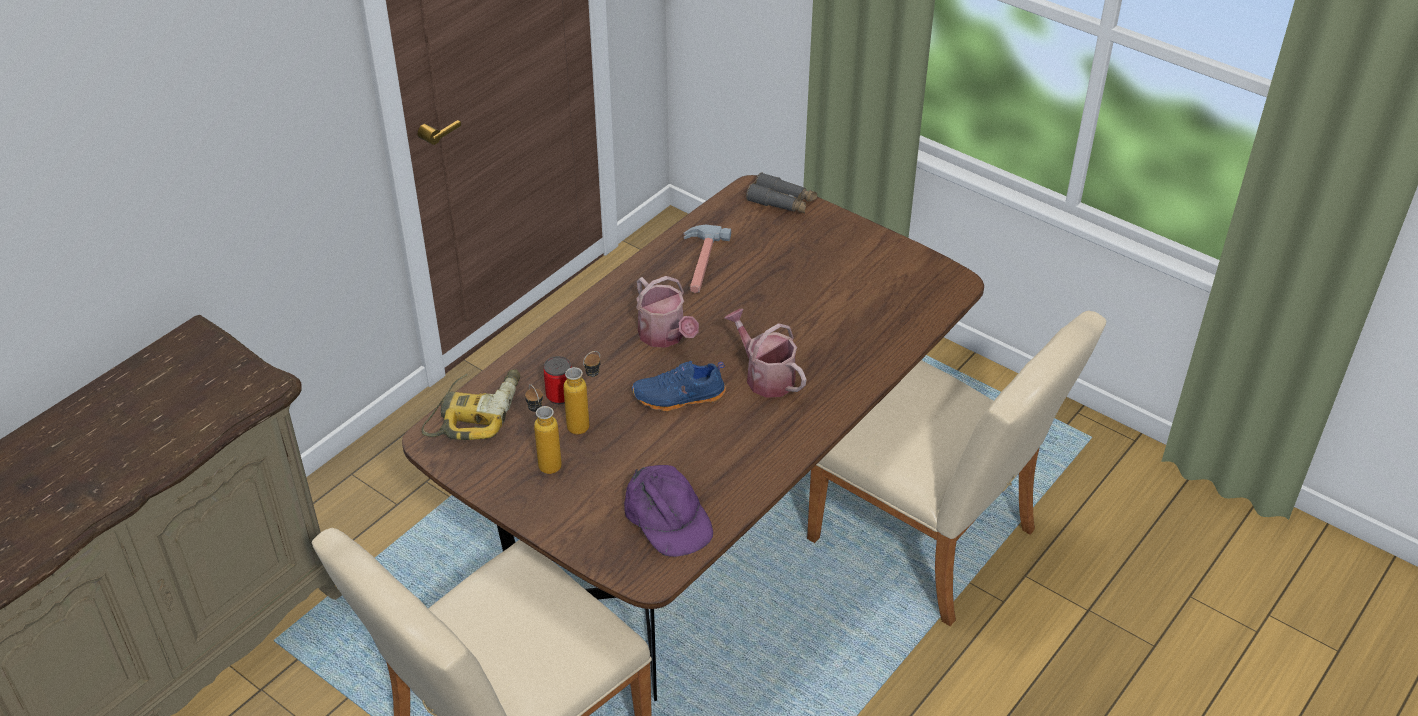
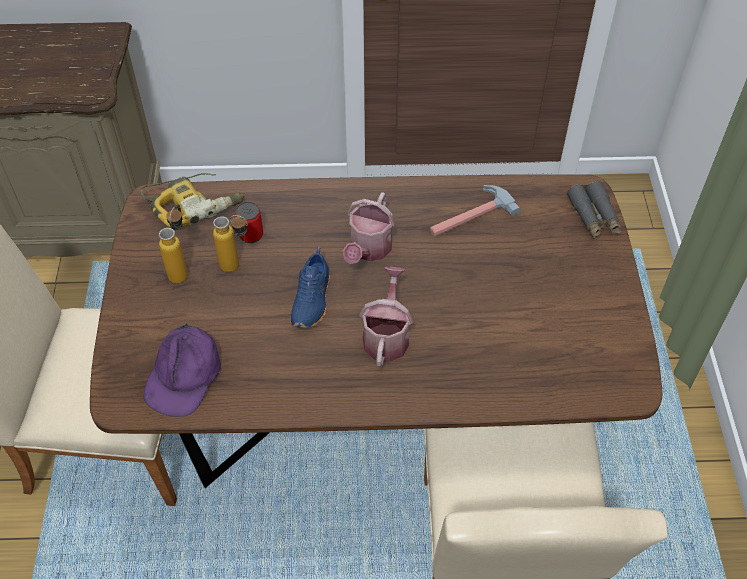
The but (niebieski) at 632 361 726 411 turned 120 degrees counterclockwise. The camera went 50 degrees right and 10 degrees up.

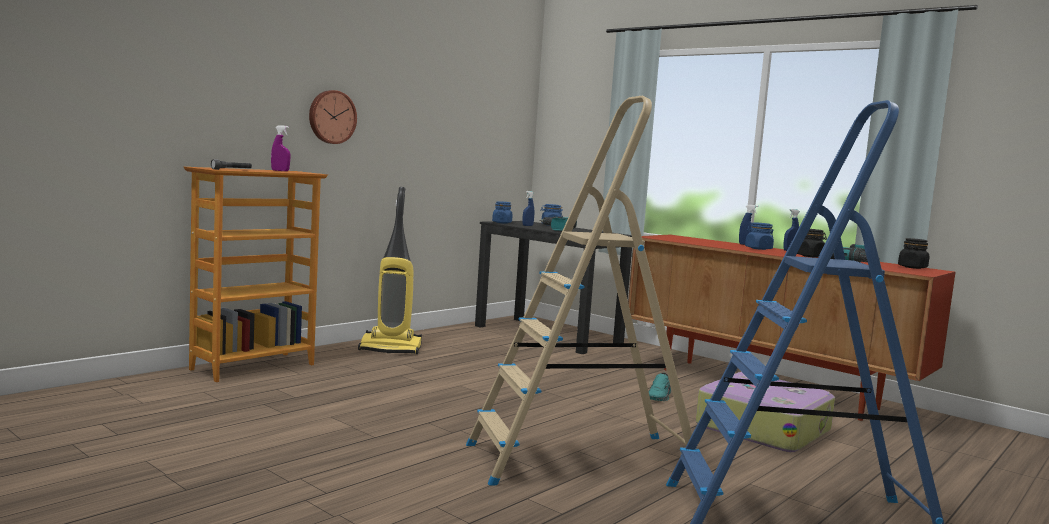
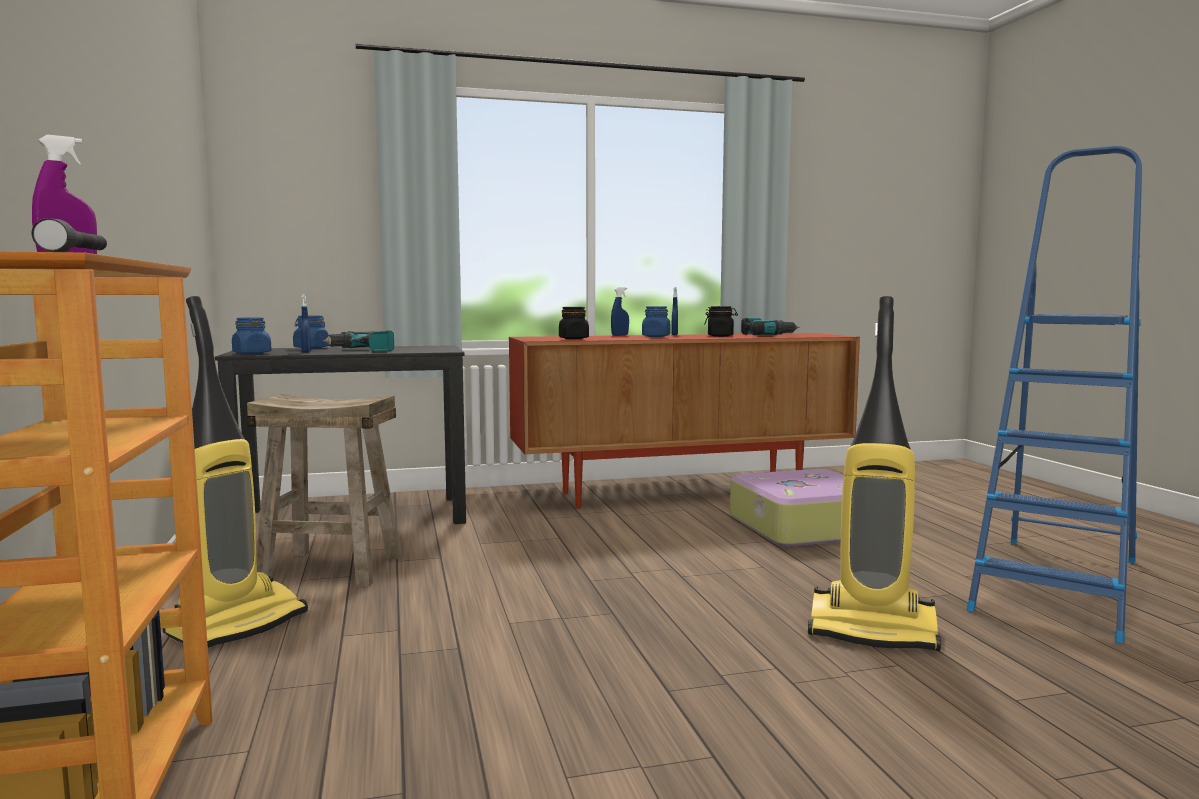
The zegar ścienny at 309 90 357 144 disappeared. The but (turkusowy) at 649 372 671 401 disappeared. The stołek (beżowy) at 247 394 401 587 appeared. The słoik (czarny) moved from 898 238 929 269 to 559 307 589 339. The drabinka (beżowy) at 466 96 692 486 was replaced by the odkurzacz at 808 296 941 651. The camera went 55 degrees left and 0 degrees up.

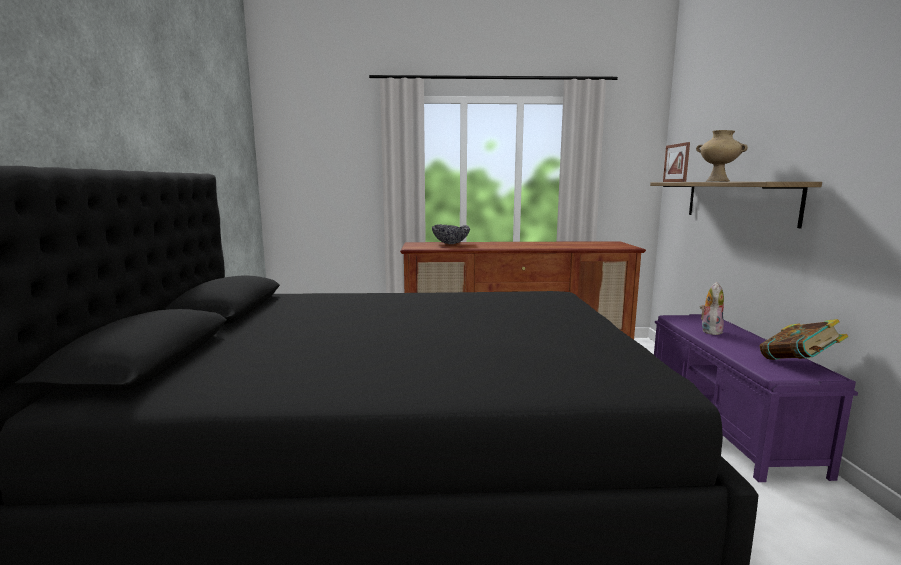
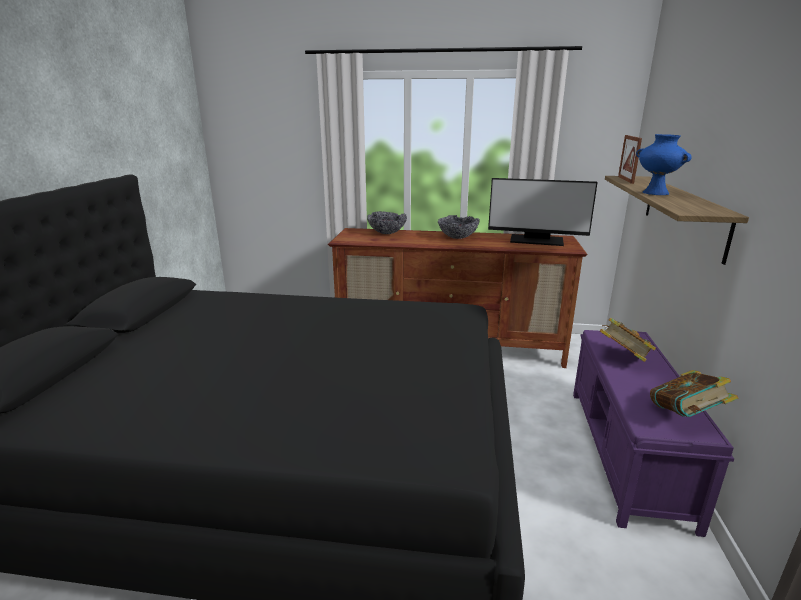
The miska at 438 215 480 239 appeared. The monitor at 488 178 598 246 appeared. The pluszak at 700 282 724 335 was replaced by the książka at 600 318 656 362. The wazon (beżowy) at 696 130 748 182 became the wazon (niebieski) at 636 134 692 195. The camera went 10 degrees right and 10 degrees up.

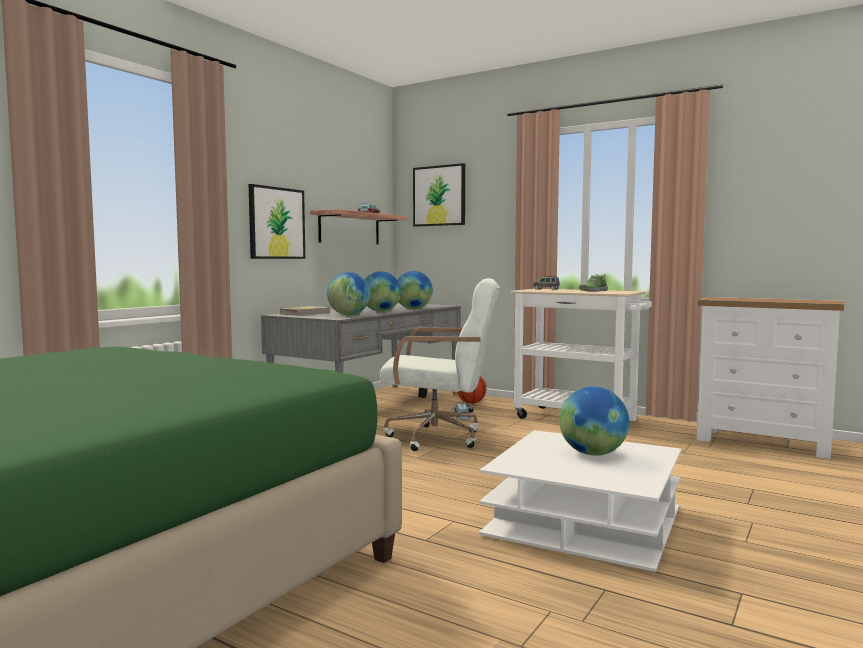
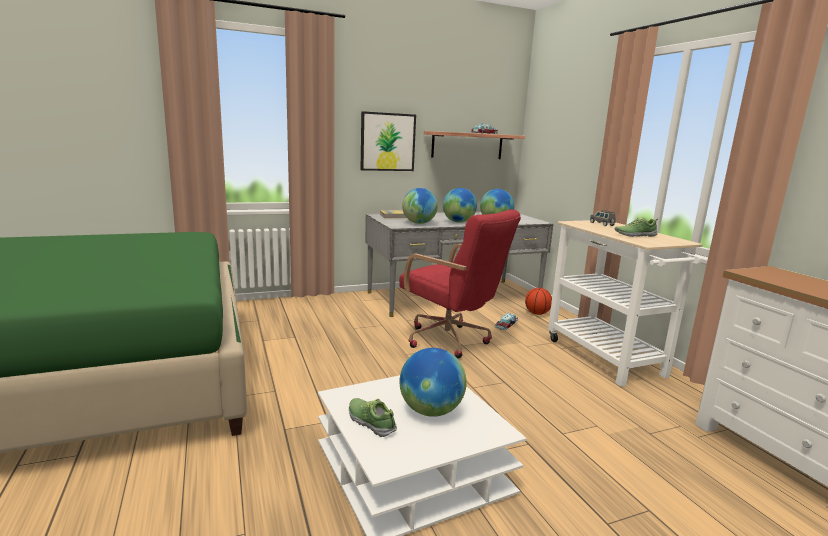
The obraz at 413 163 465 227 disappeared. The but at 349 398 397 437 appeared. The krzesło biurowe (biały) at 380 278 499 451 became the krzesło biurowe (czerwony) at 399 209 521 358. The camera went 35 degrees right and 10 degrees up.

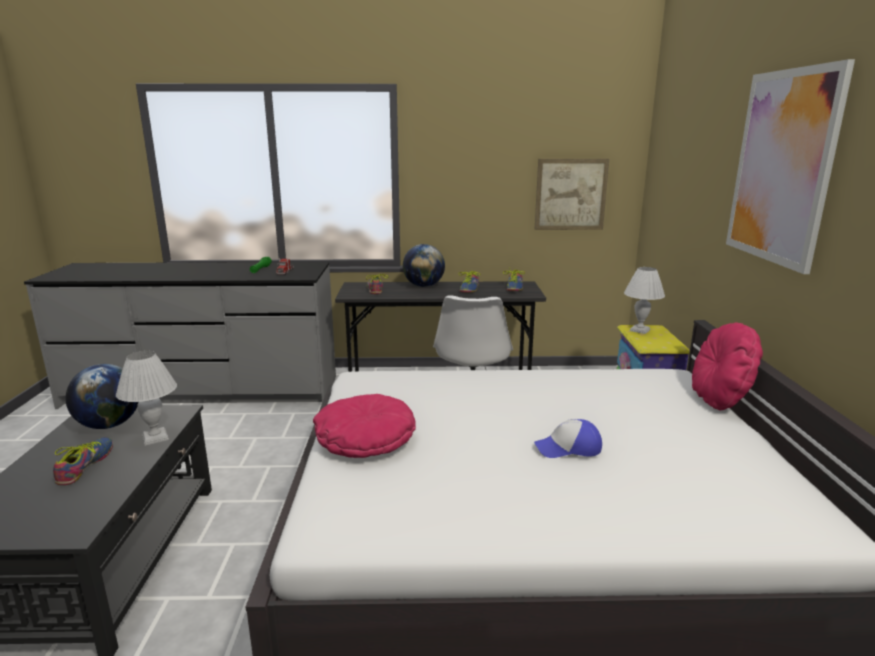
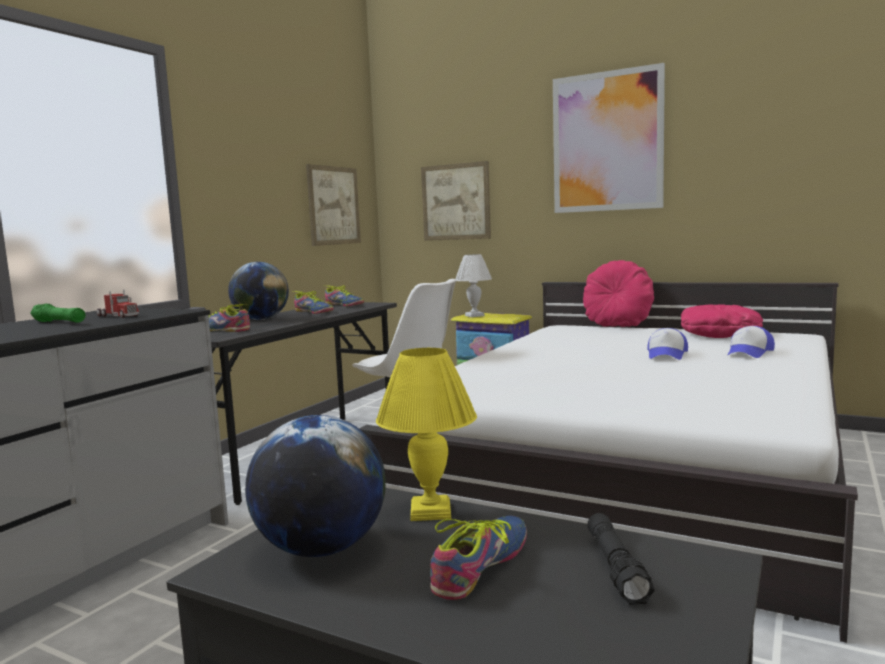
The obraz at 421 161 491 241 appeared. The latarka (czarny) at 588 513 655 605 appeared. The czapka z daszkiem at 728 326 775 358 appeared. The poduszka (różowy) moved from 313 394 416 458 to 681 304 763 338. The lampa stołowa (biały) at 116 351 177 446 became the lampa stołowa (żółty) at 376 348 477 521. The but at 53 437 113 485 turned 90 degrees clockwise. The camera went 60 degrees left and 10 degrees down.

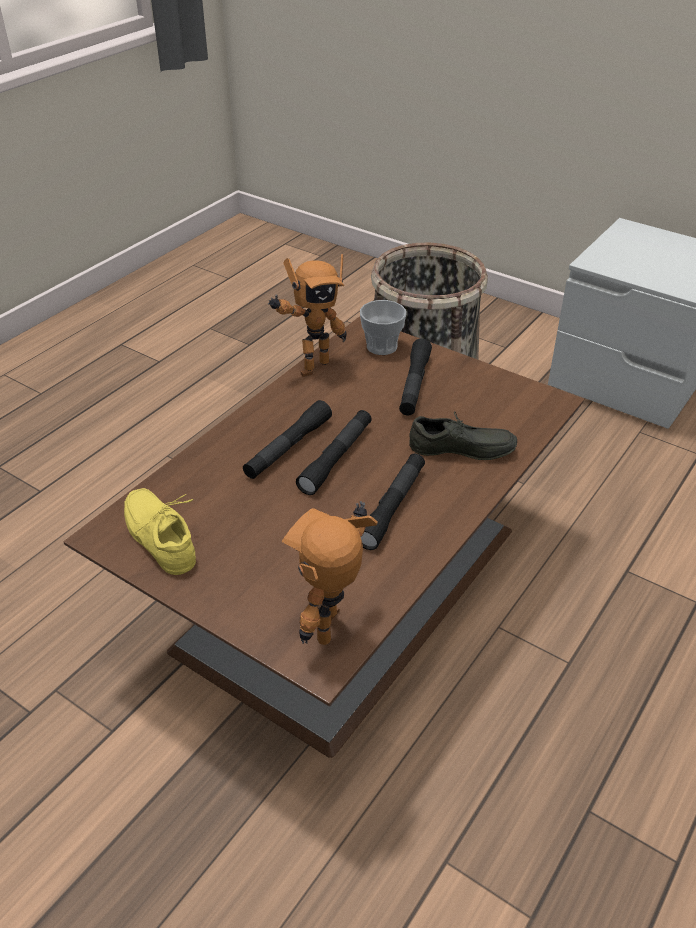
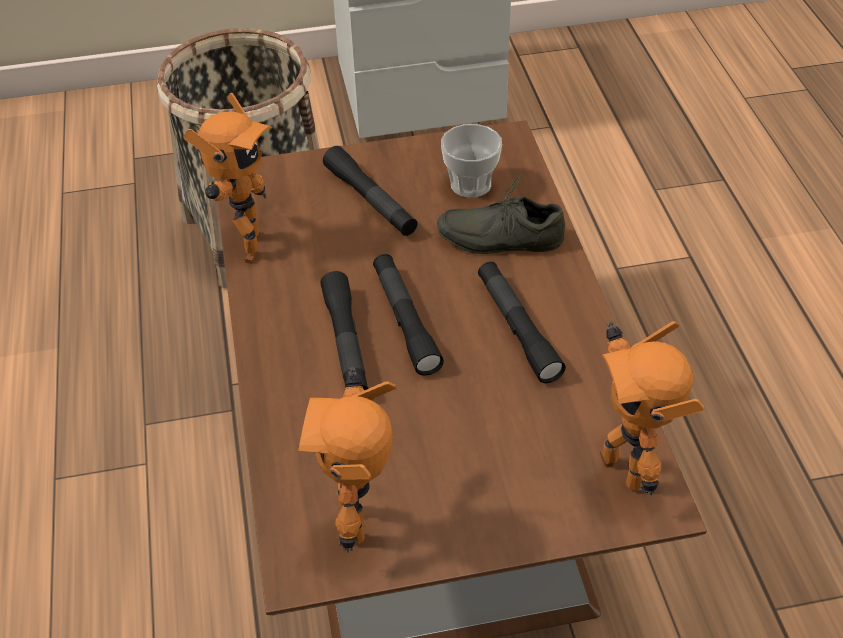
The filiżanka moved from 360 300 406 355 to 441 124 502 198. The but (żółty) at 124 488 196 575 was replaced by the robot zabawkowy at 298 367 396 553. The but (szary) at 409 411 517 460 turned 135 degrees counterclockwise. The camera went 45 degrees left and 5 degrees up.

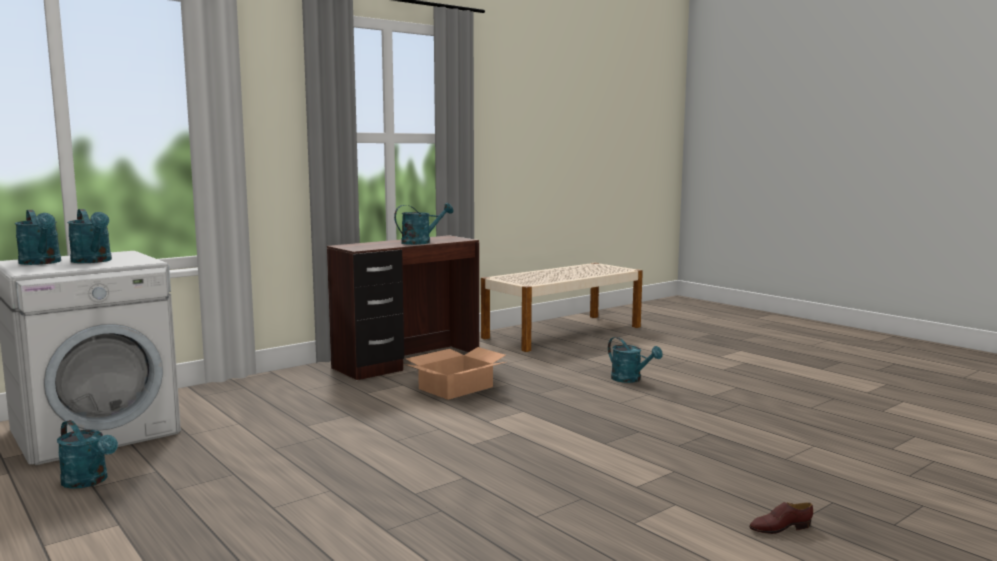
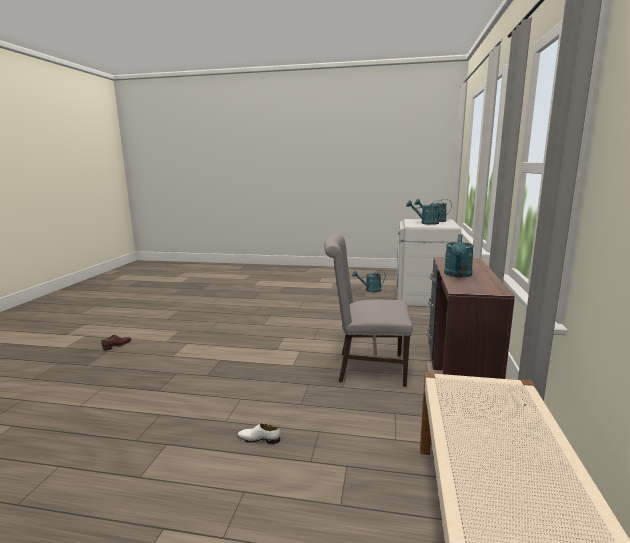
The karton at 405 347 505 400 was replaced by the krzesło (szary) at 324 233 413 387. The konewka (turkusowy) at 608 337 663 383 was replaced by the but (biały) at 238 423 280 444. The camera went 140 degrees right and 5 degrees up.

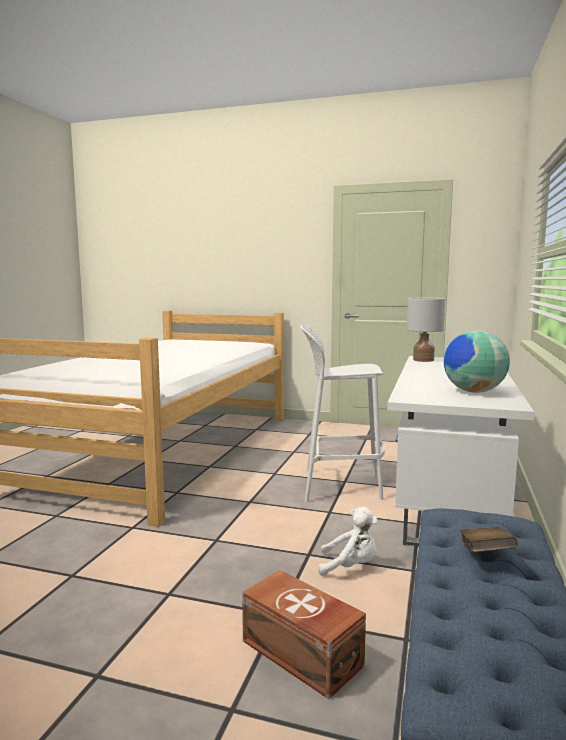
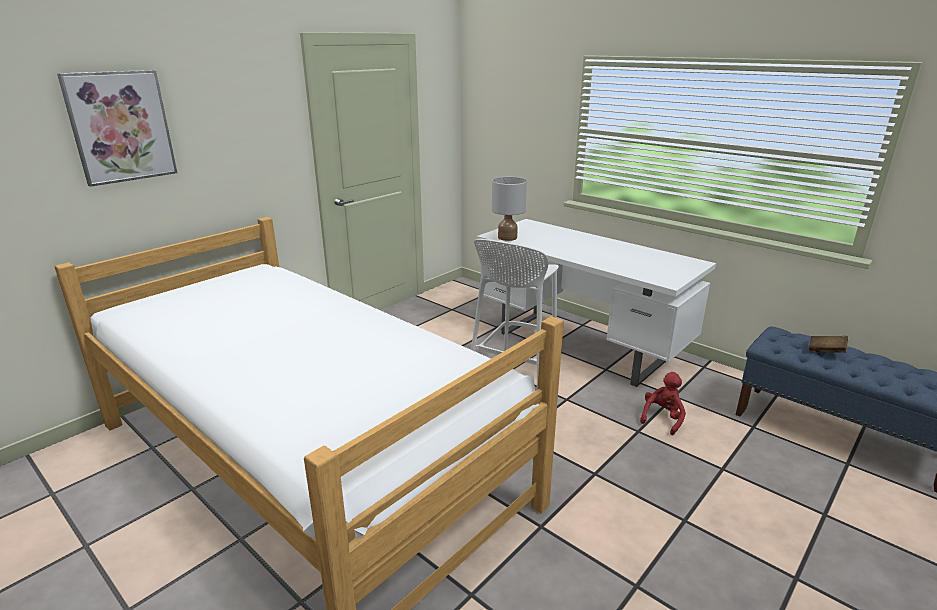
The pojemnik do przechowywania (brązowy) at 242 570 366 699 disappeared. The globus at 444 331 510 393 disappeared. The obraz at 57 70 177 187 appeared. The pluszak (biały) at 318 507 377 576 became the pluszak (czerwony) at 640 372 686 435. The camera went 65 degrees left and 15 degrees up.

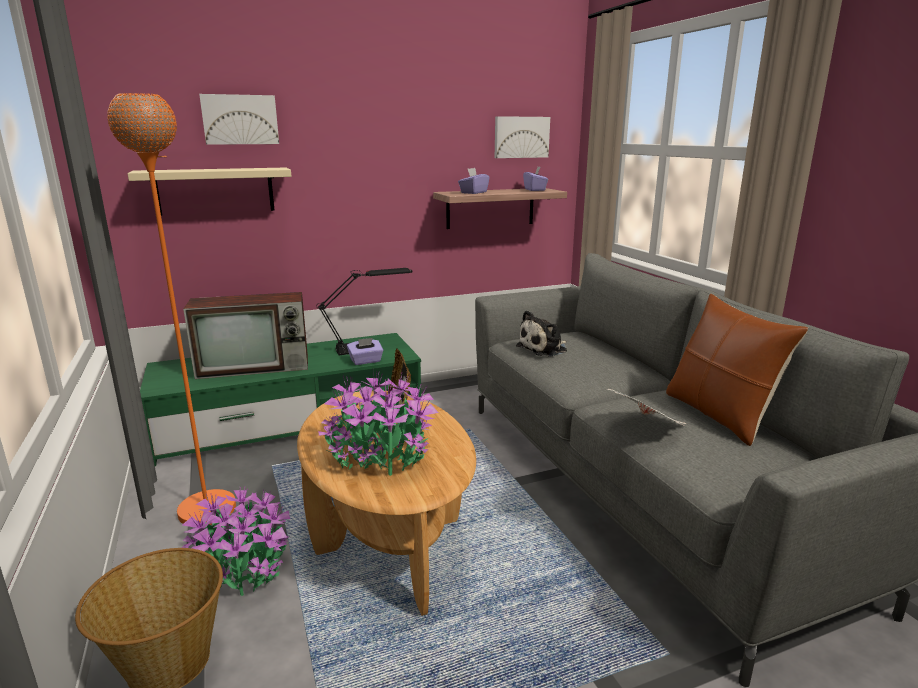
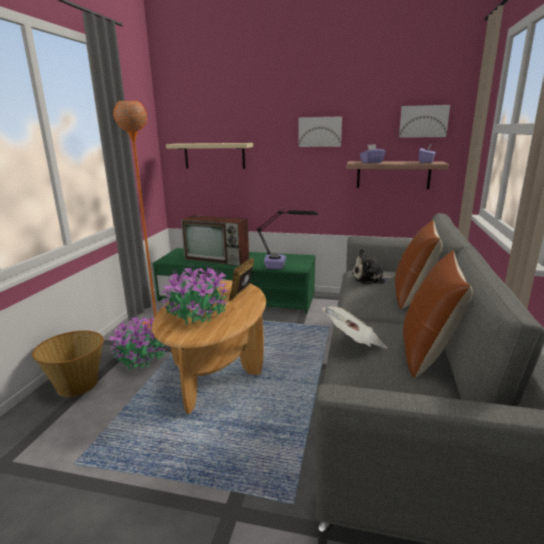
The poduszka (brązowy) at 395 220 442 309 appeared. The obraz moved from 199 94 279 145 to 298 116 342 147. The camera went 35 degrees right and 0 degrees up.

